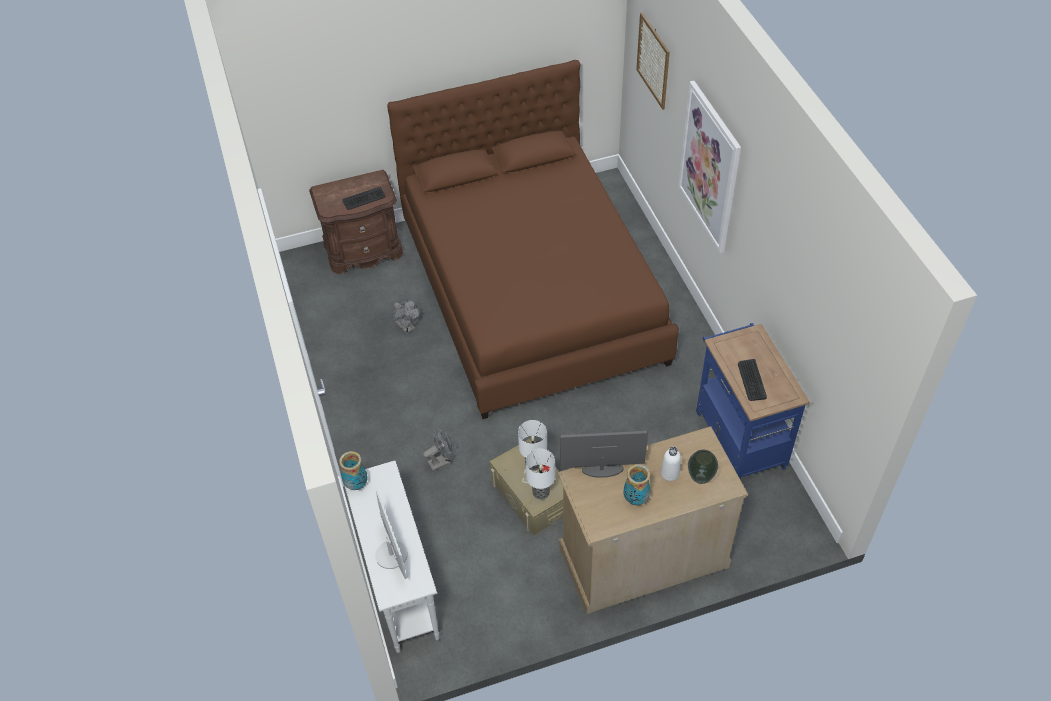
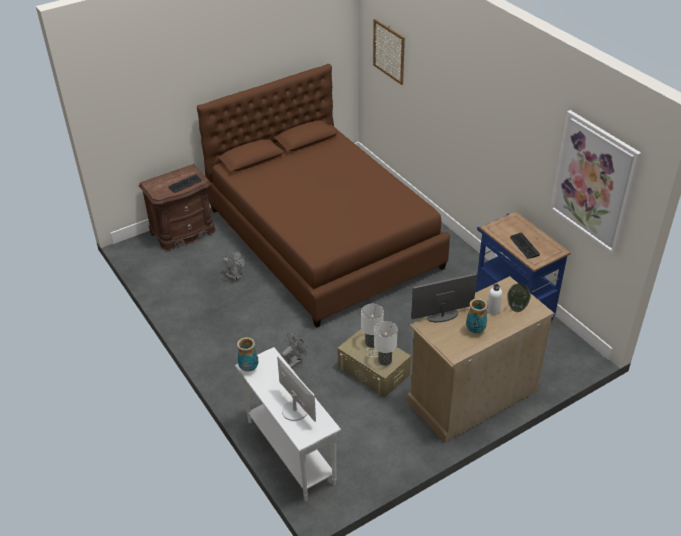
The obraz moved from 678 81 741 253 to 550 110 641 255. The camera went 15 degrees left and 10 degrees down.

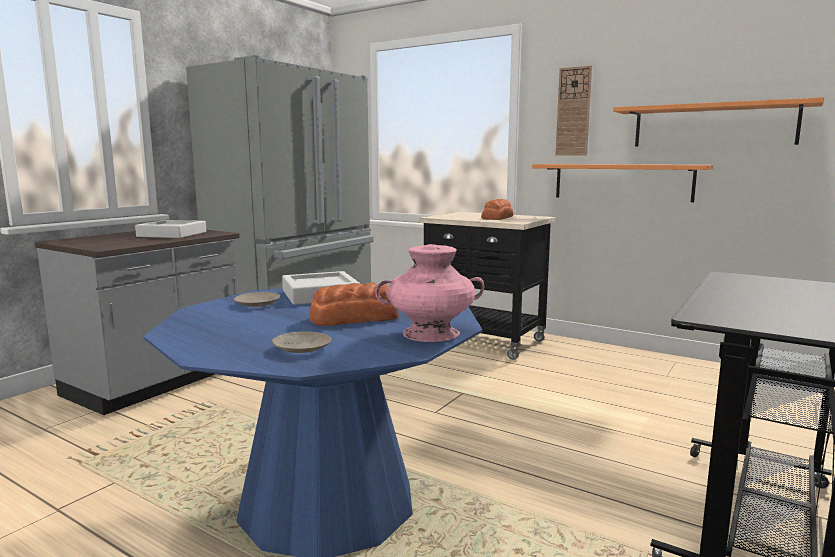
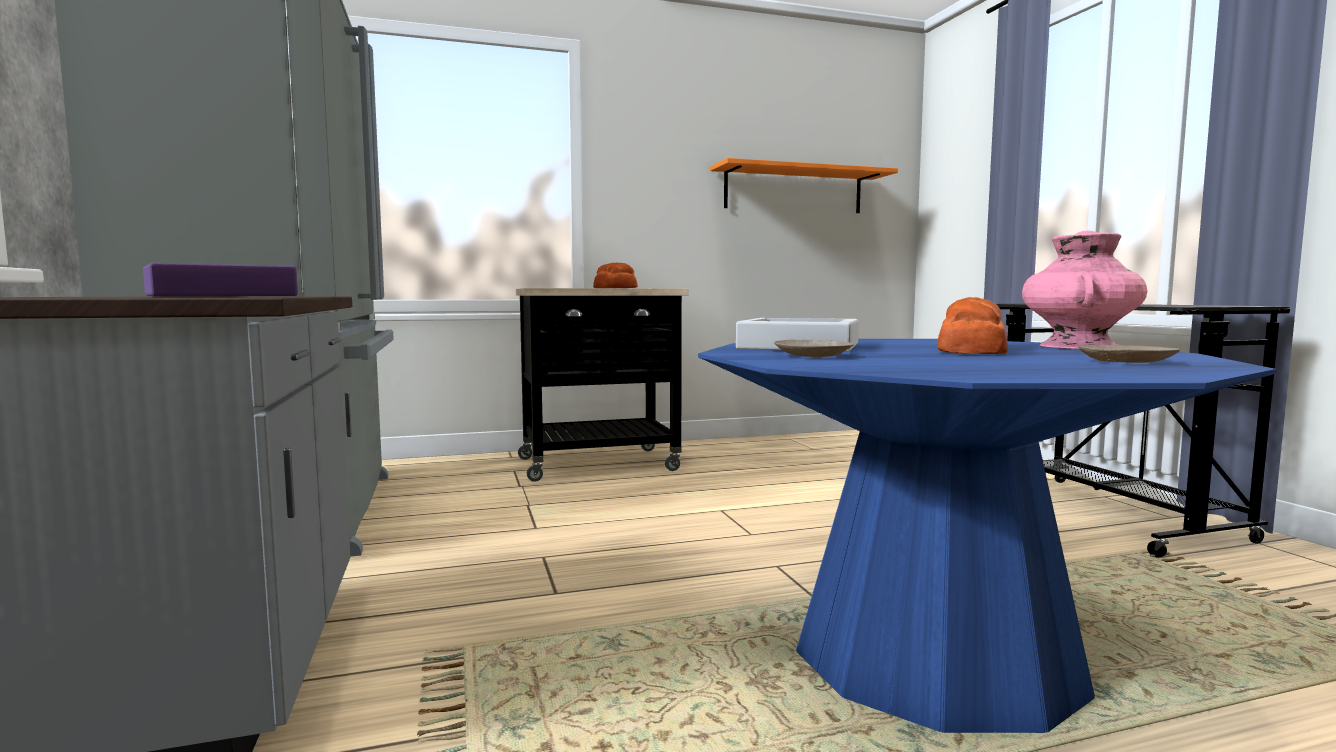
The półka (pomarańczowy) at 532 164 713 202 disappeared. The zegar ścienny at 556 66 592 156 disappeared. The taca (szary) at 135 220 206 238 became the taca (fioletowy) at 143 263 298 296. The camera went 50 degrees left and 5 degrees down.

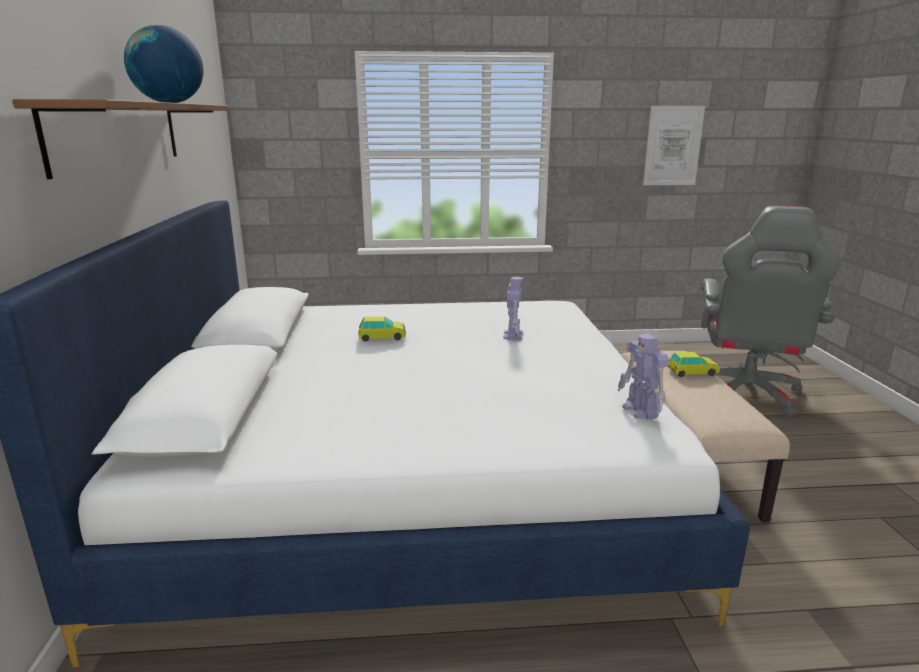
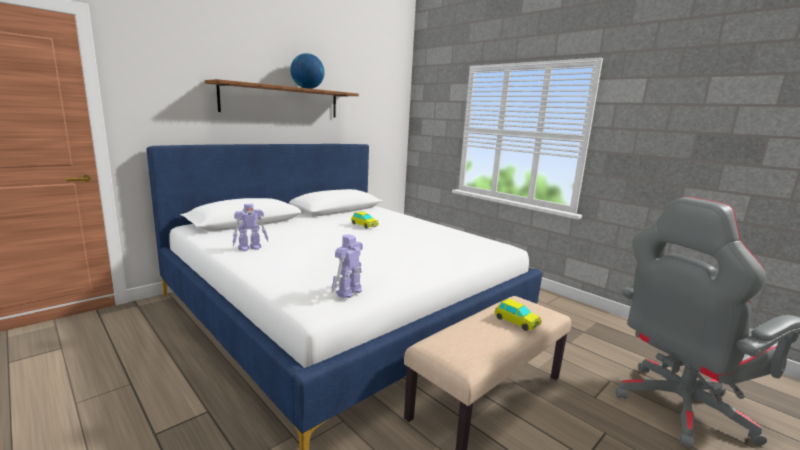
The obraz at 643 106 705 185 disappeared. The robot zabawkowy moved from 503 277 523 341 to 232 204 268 251. The camera went 50 degrees right and 5 degrees down.

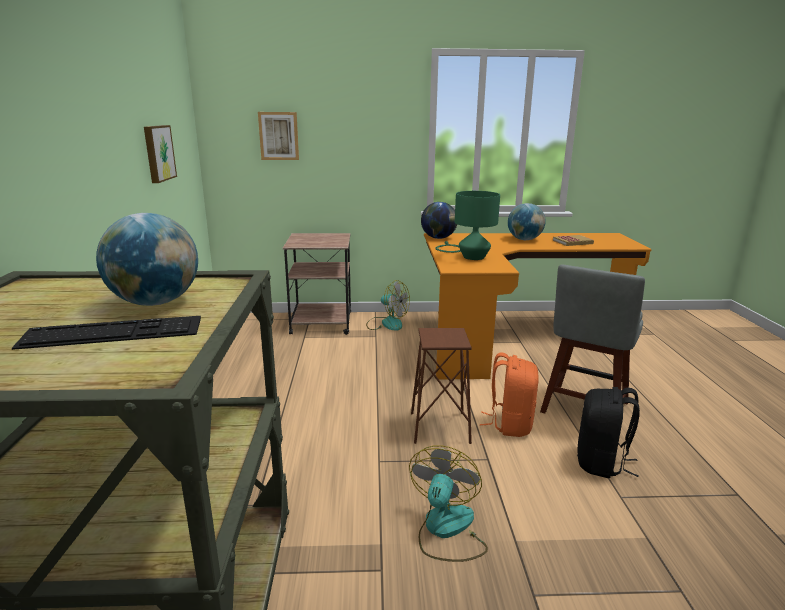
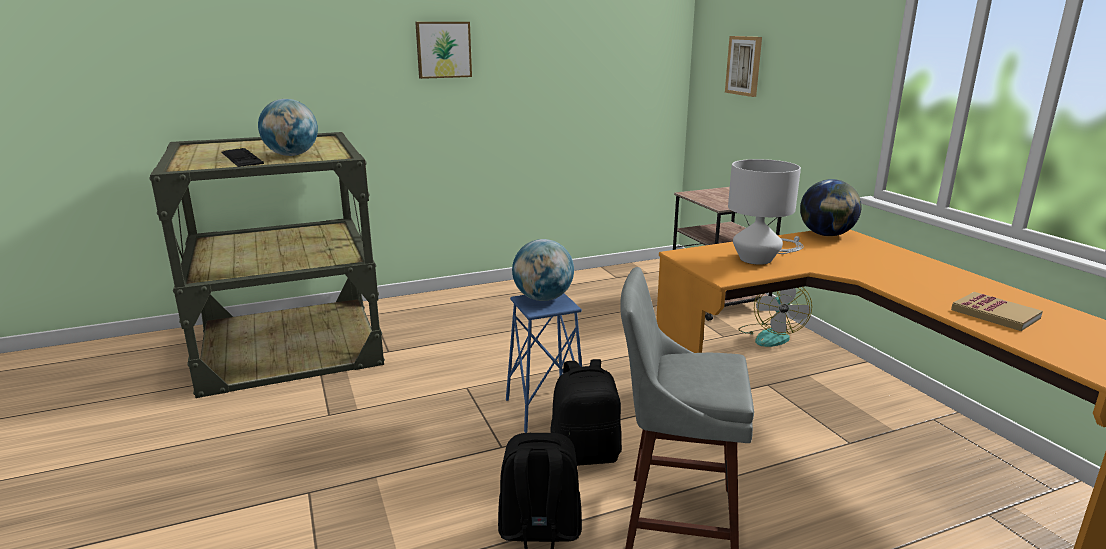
The wentylator at 409 445 488 562 disappeared. The obraz moved from 144 125 177 183 to 415 22 472 79. The globus moved from 508 203 546 240 to 512 239 574 301. The stołek (brązowy) at 411 328 472 444 became the stołek (niebieski) at 506 293 582 433. The lampa stołowa (zielony) at 435 191 500 260 became the lampa stołowa (szary) at 728 159 804 265. The plecak (pomarańczowy) at 479 353 539 437 became the plecak (czarny) at 550 359 622 466. The camera went 70 degrees right and 0 degrees up.

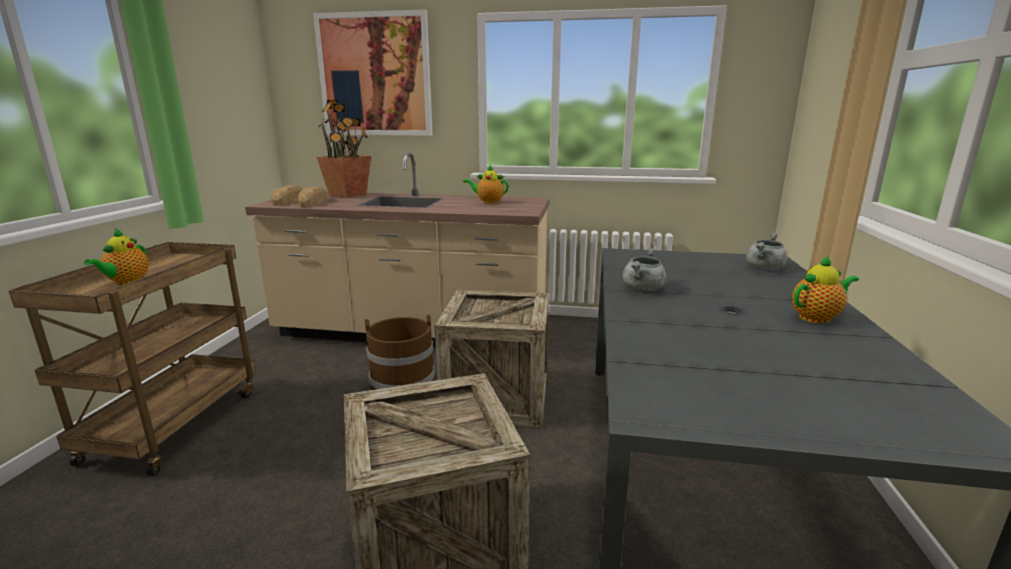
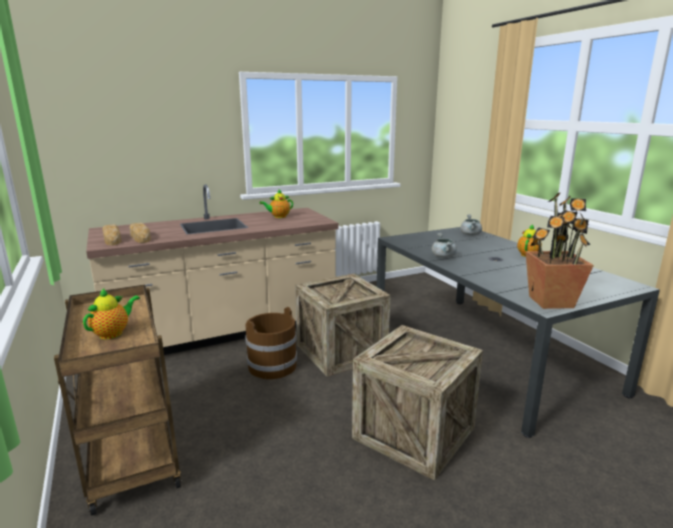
The obraz at 313 10 432 136 disappeared. The roślina doniczkowa moved from 317 100 371 198 to 525 192 594 309. The imbryk at 84 228 149 285 turned 120 degrees counterclockwise. The camera went 35 degrees left and 0 degrees up.

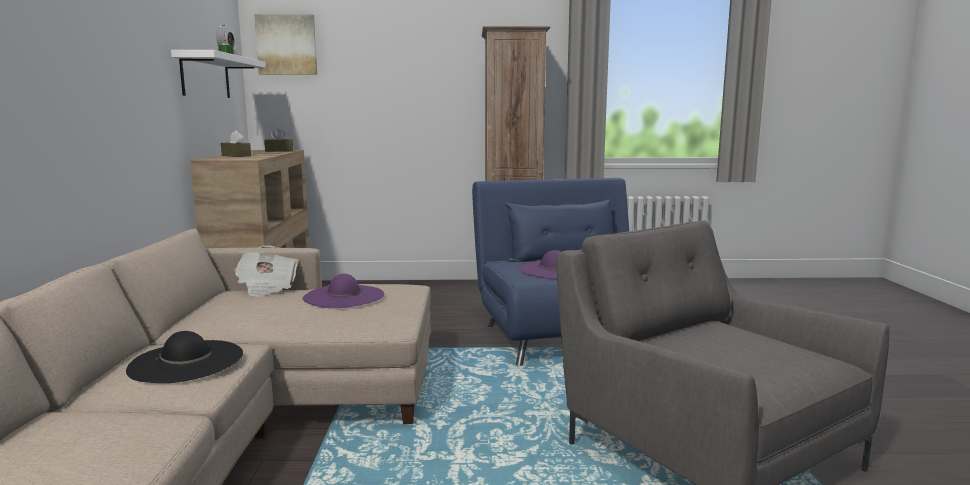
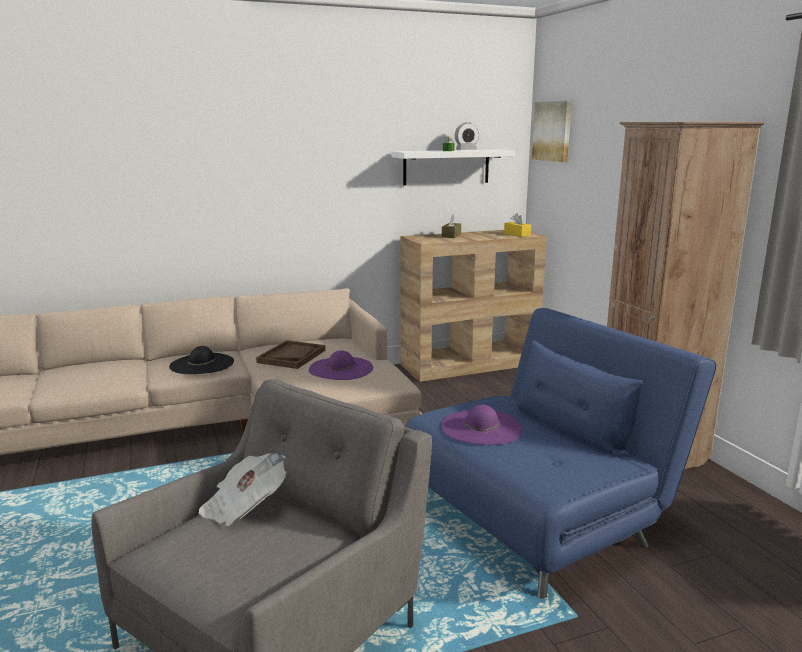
The taca (brązowy) at 256 340 325 369 appeared. The gazeta moved from 234 245 298 297 to 199 453 286 526. The pudełko chusteczek (brązowy) at 264 128 293 152 became the pudełko chusteczek (żółty) at 504 213 531 237. The camera went 70 degrees right and 5 degrees up.

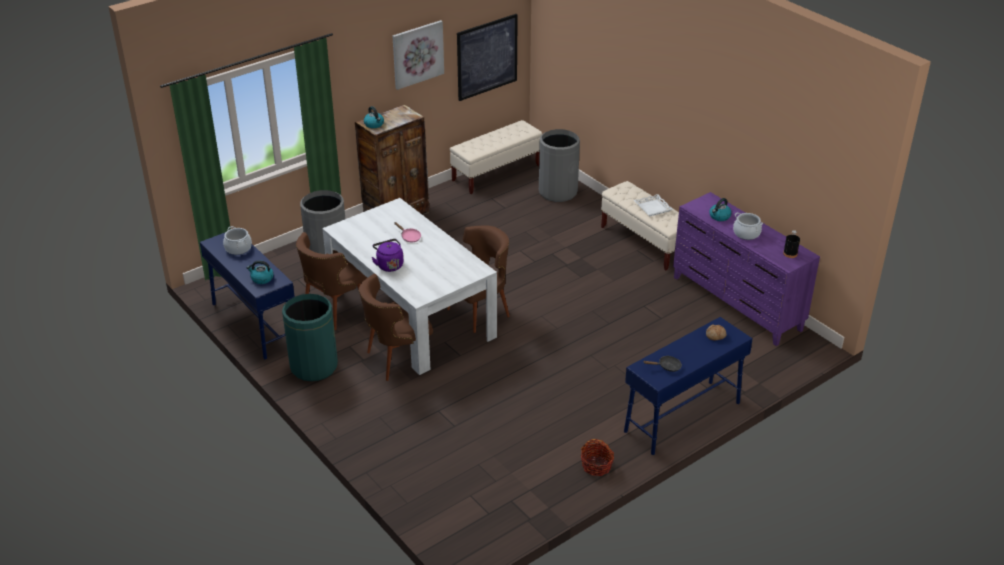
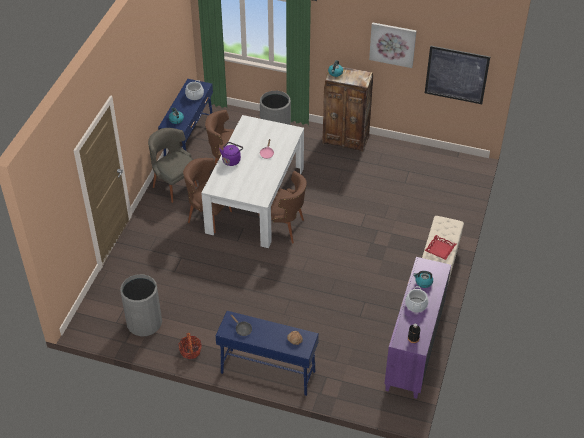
The ławka (beżowy) at 450 120 542 194 disappeared. The kosz na śmieci (szary) moved from 539 129 580 202 to 120 274 162 336. The kosz na śmieci (zielony) at 282 294 338 381 was replaced by the krzesło (szary) at 148 128 197 203. The taca (biały) at 634 194 673 216 became the taca (czerwony) at 425 235 456 260. The camera went 55 degrees right and 10 degrees up.

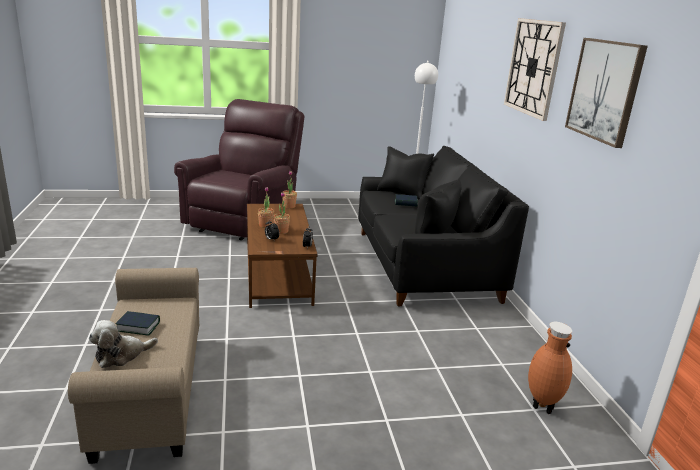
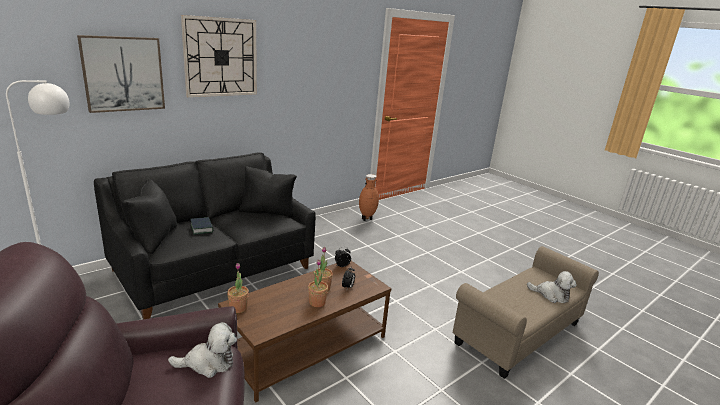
The książka at 115 311 160 336 disappeared. The pluszak at 168 322 237 378 appeared. The obraz moved from 565 38 648 148 to 77 35 165 113. The camera went 120 degrees left and 0 degrees up.

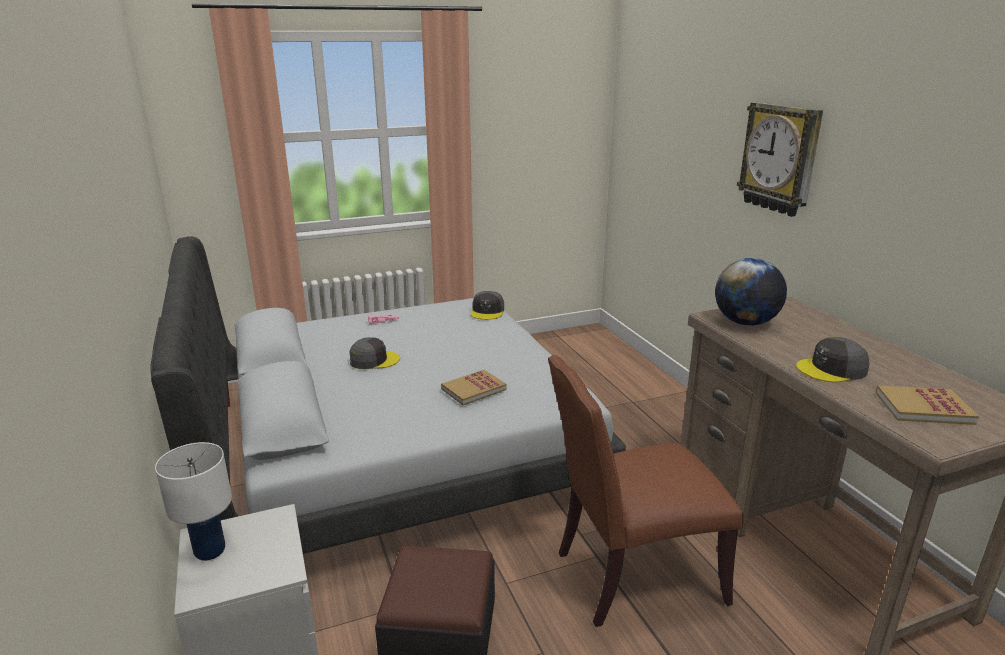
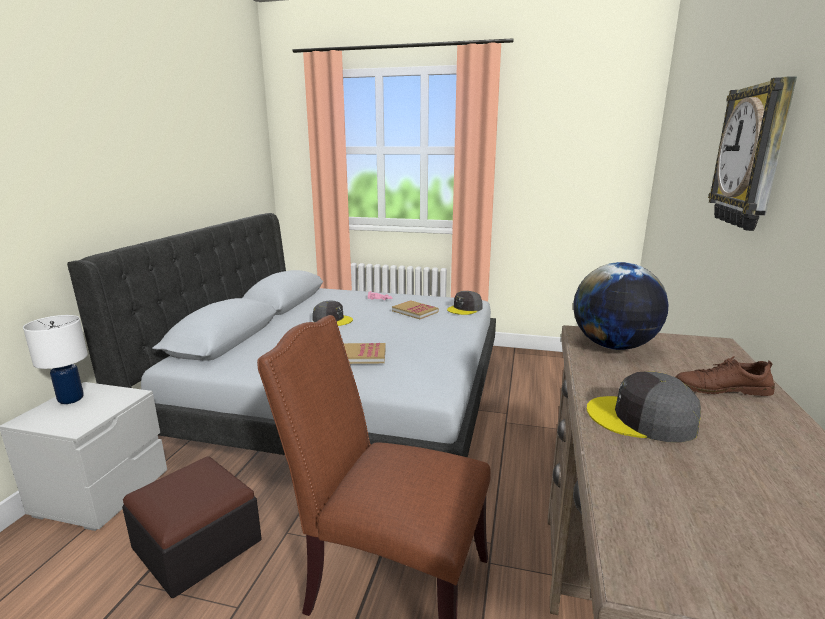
The but (brązowy) at 675 356 775 396 appeared. The książka moved from 876 386 979 425 to 392 300 439 319. The camera went 35 degrees right and 5 degrees down.

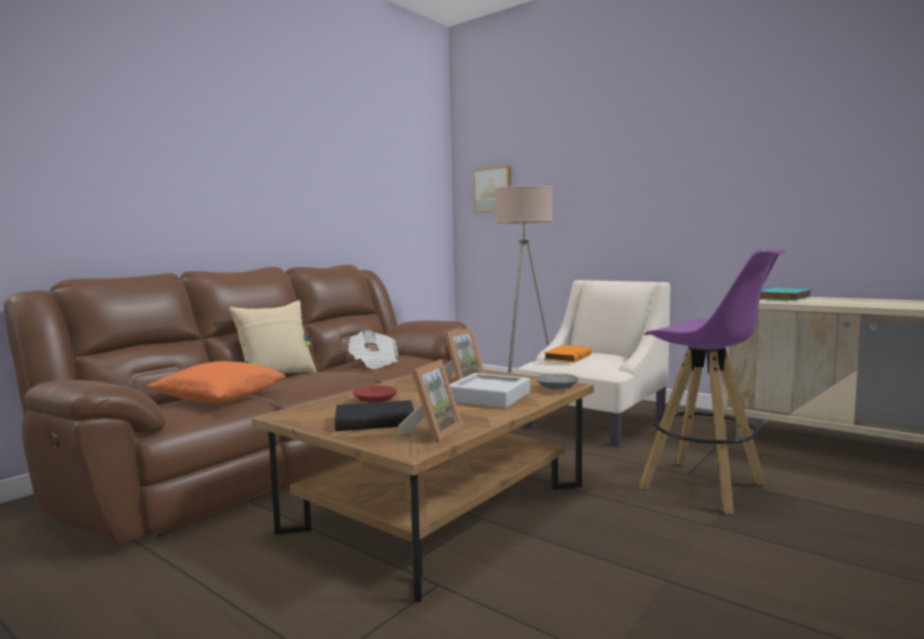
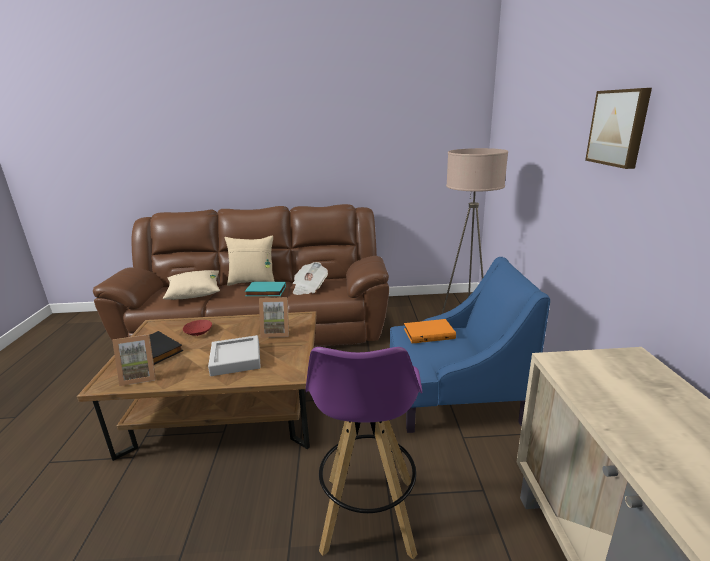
The miska (szary) at 536 374 578 389 disappeared. The obraz moved from 473 166 511 212 to 585 88 652 169. The książka (turkusowy) moved from 760 288 812 301 to 245 282 286 296. The poduszka (pomarańczowy) at 147 361 286 403 became the poduszka (beżowy) at 163 270 220 300. The fotel (beżowy) at 518 280 670 448 became the fotel (niebieski) at 390 257 550 433. The camera went 50 degrees right and 15 degrees up.

